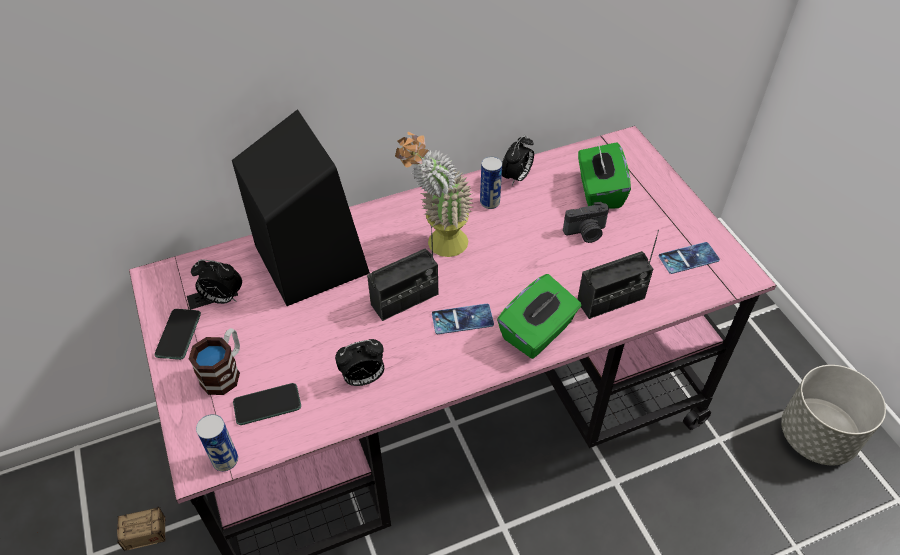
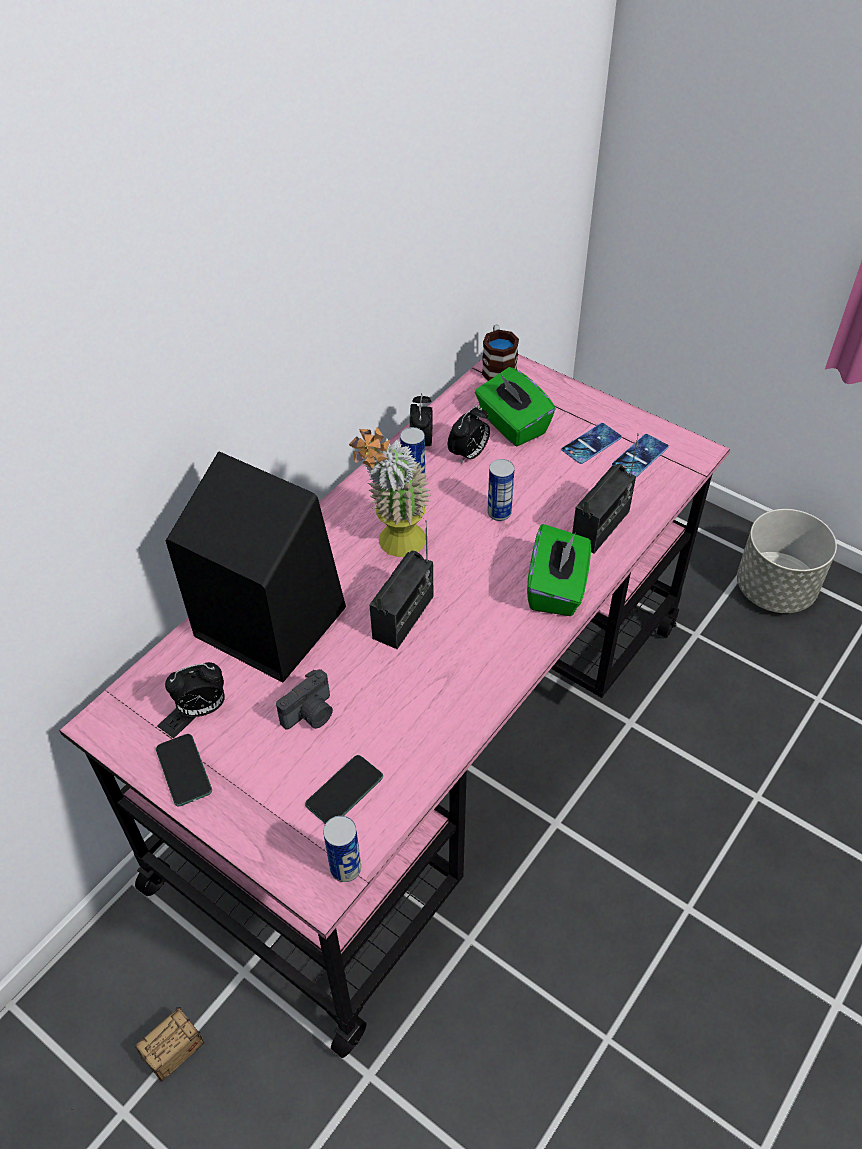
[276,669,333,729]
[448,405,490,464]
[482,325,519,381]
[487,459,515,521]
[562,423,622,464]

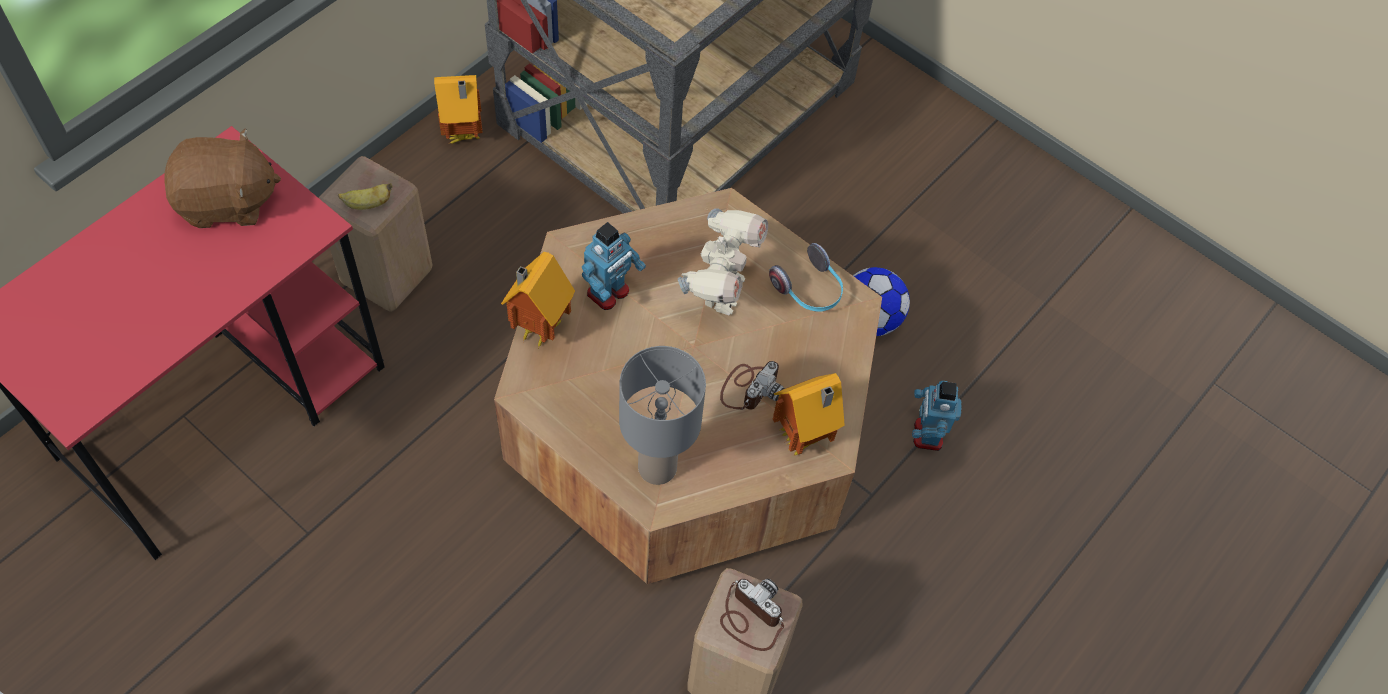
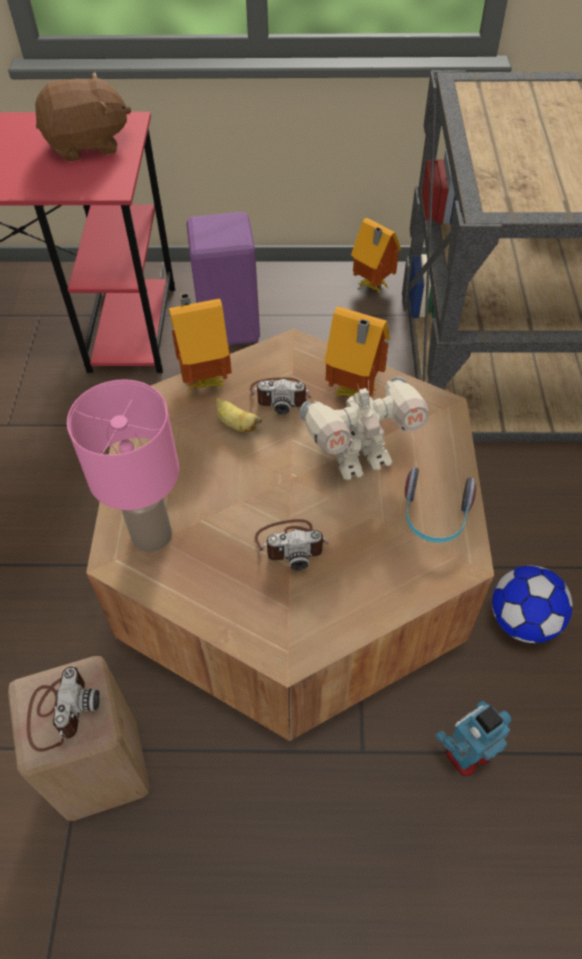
[35,72,131,161]
[67,380,179,552]
[186,212,260,345]
[216,397,262,432]
[250,377,311,415]
[324,306,390,396]

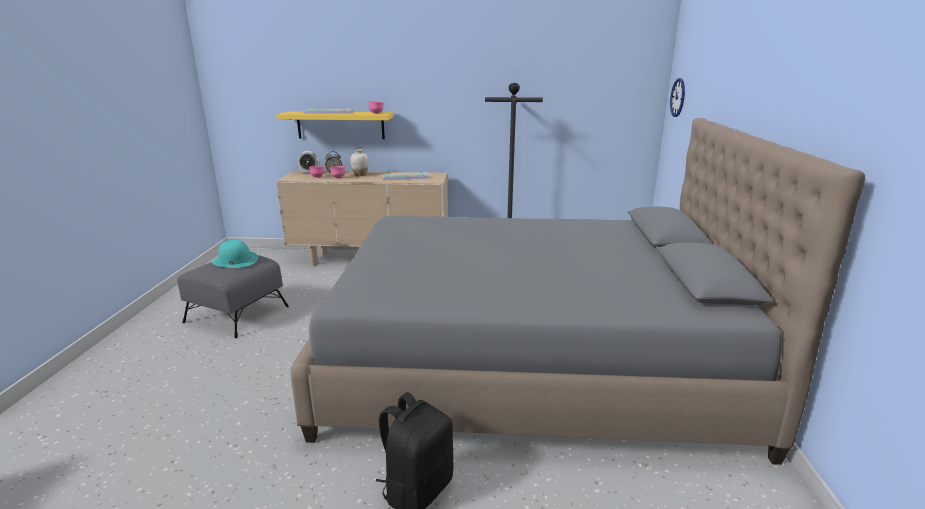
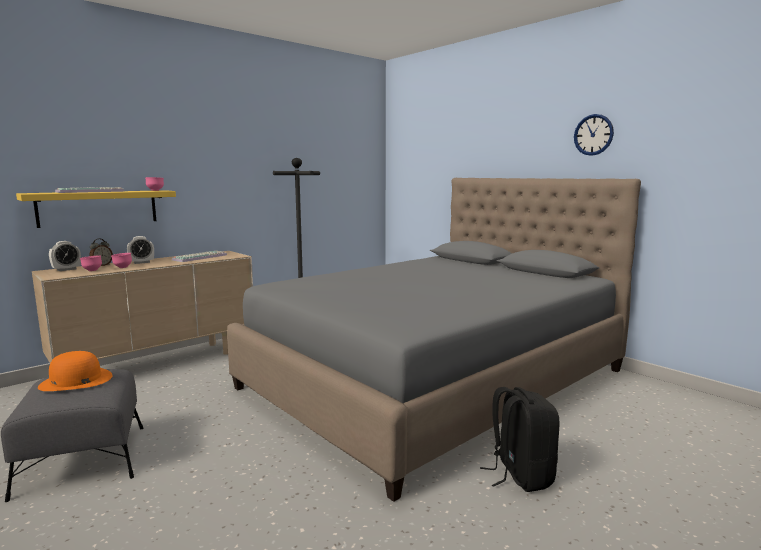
[38,351,113,391]
[127,236,154,264]
[574,114,614,156]

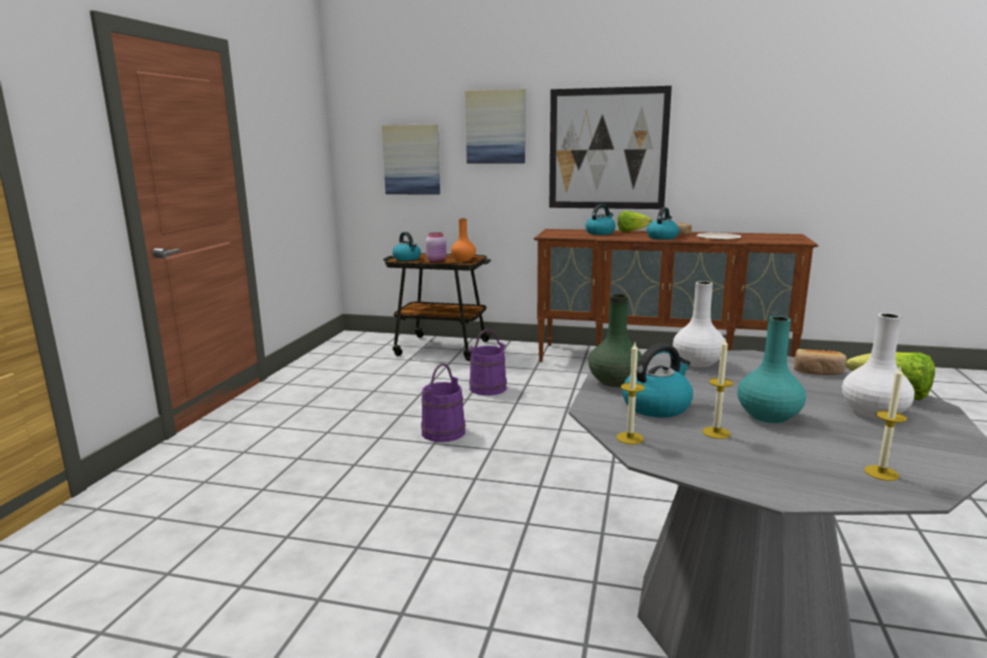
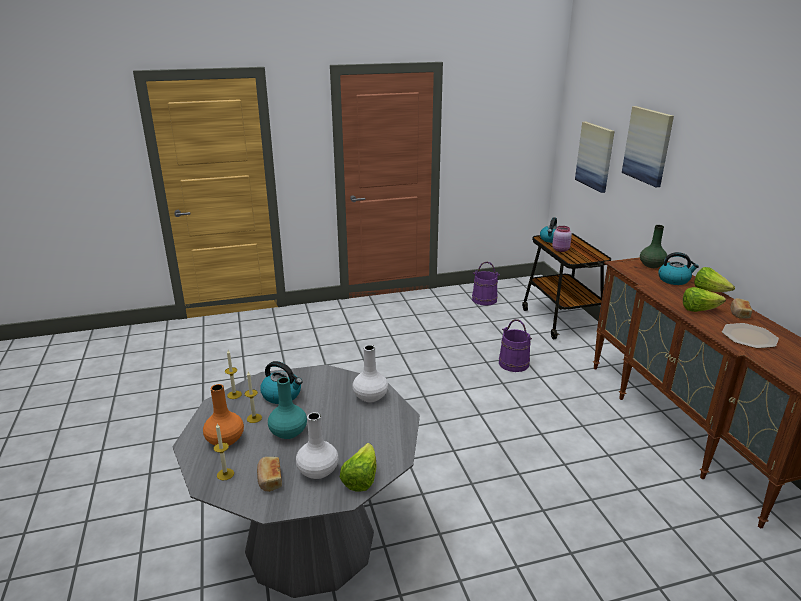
[203,384,244,446]
[257,457,282,492]
[472,262,500,306]
[640,225,667,268]
[683,287,726,312]
[549,86,672,209] (first image)

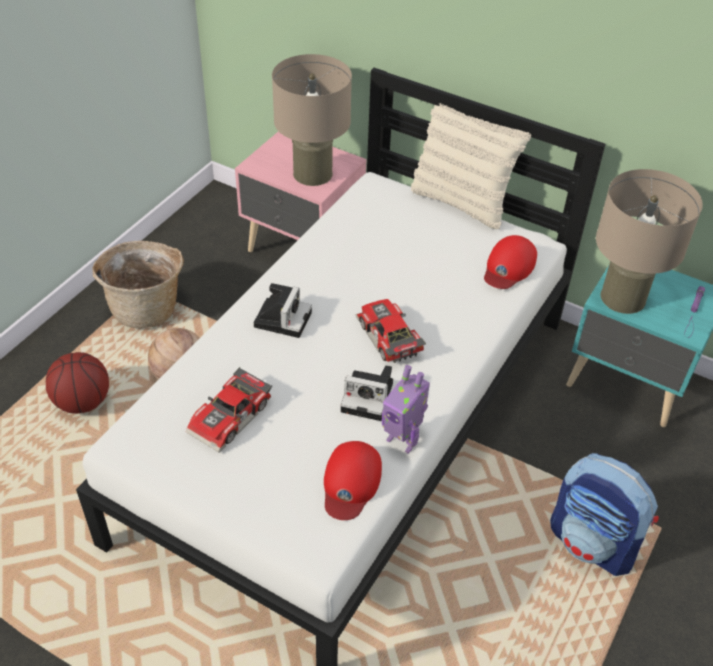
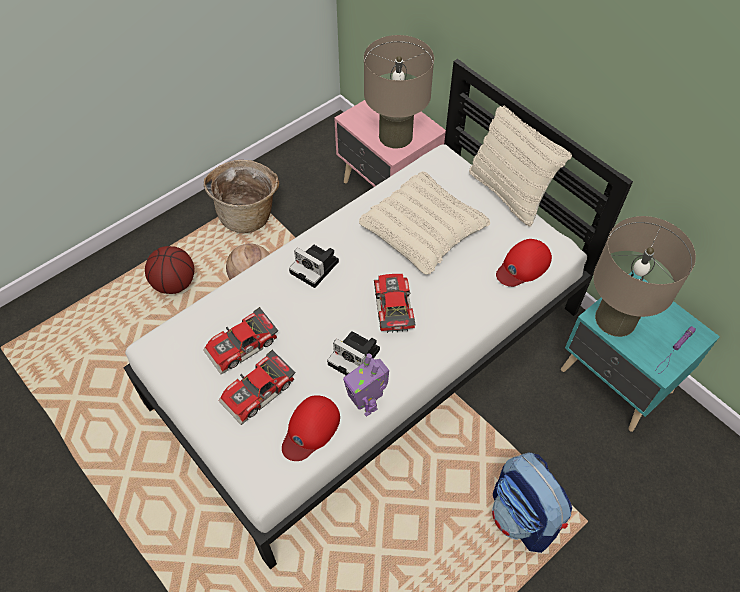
[218,349,295,425]
[289,245,339,288]
[359,171,490,275]

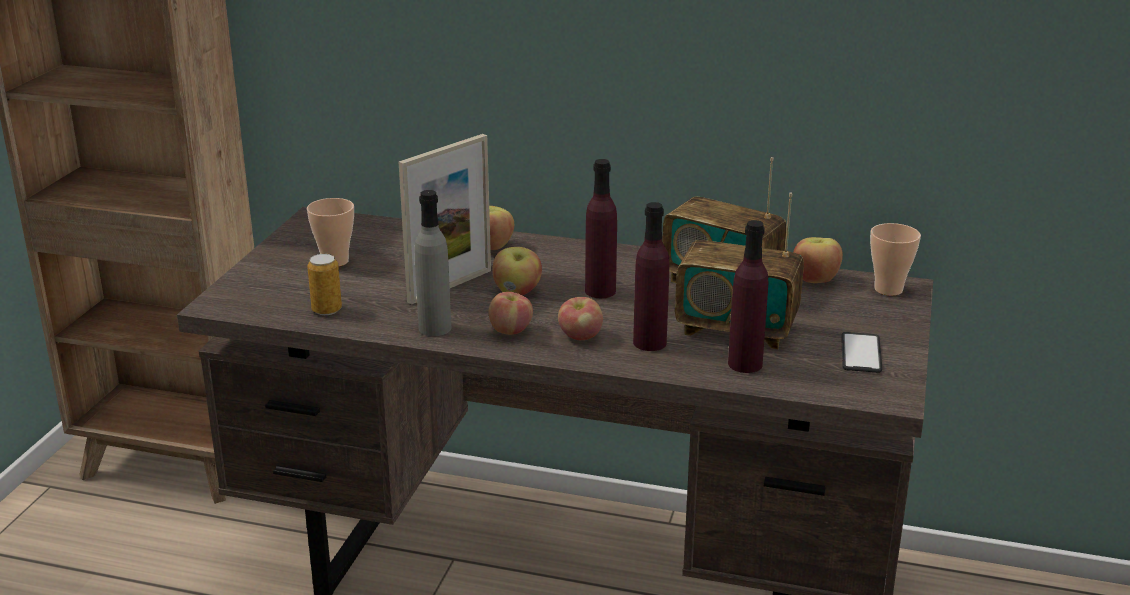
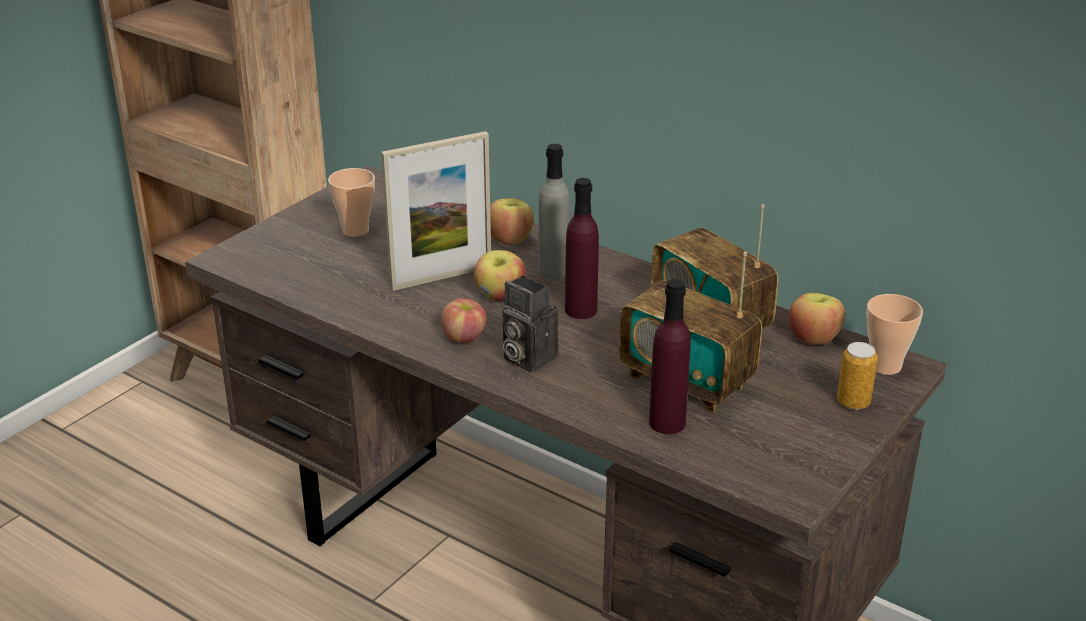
[502,276,559,373]
[538,144,570,280]
[837,342,878,410]
[633,202,669,351] (first image)
[841,332,882,373] (first image)

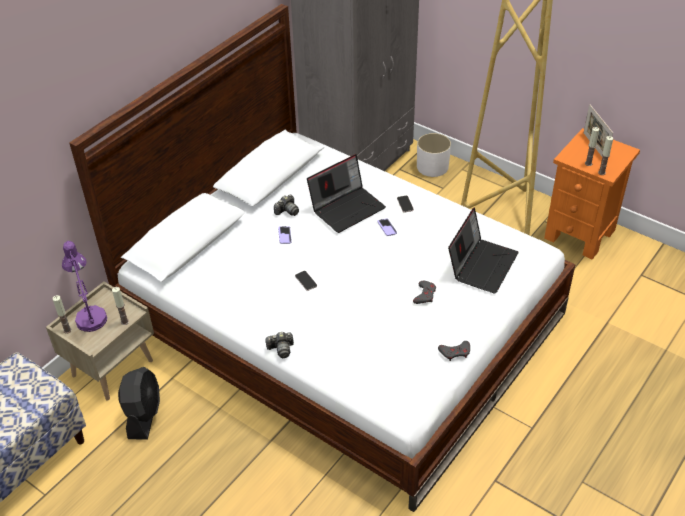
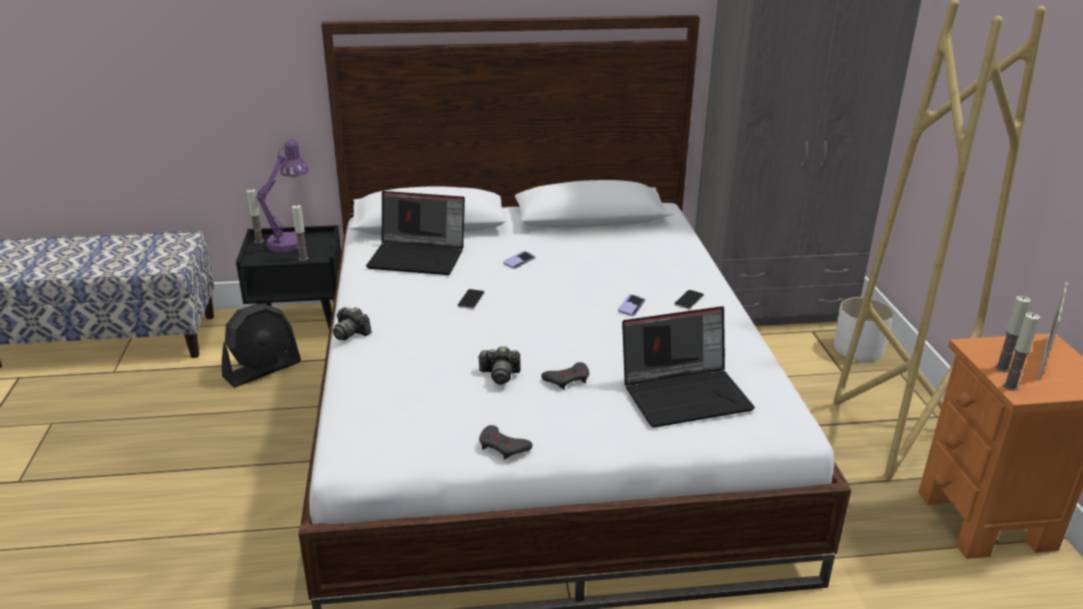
[236,225,341,330]
[366,191,465,275]
[478,346,521,385]

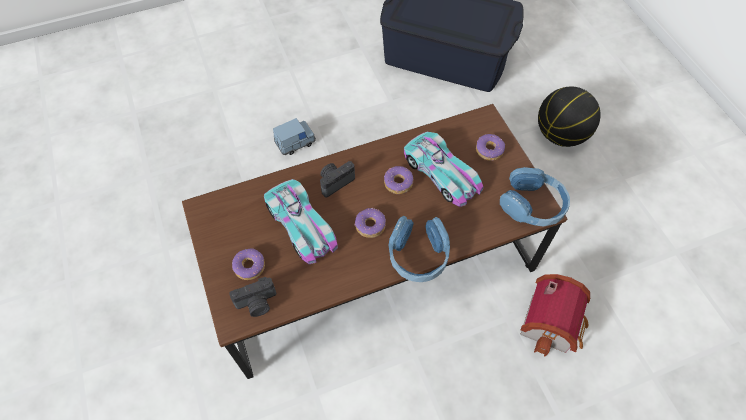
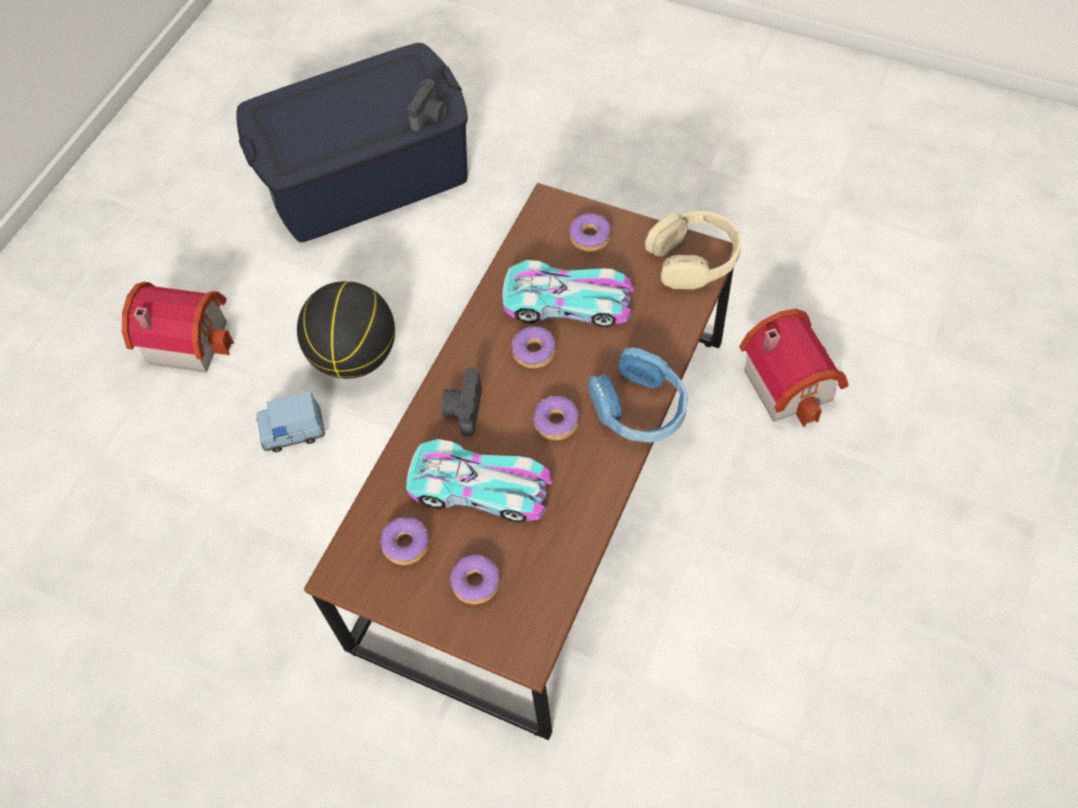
[122,282,234,373]
[256,391,325,452]
[297,281,395,379]
[380,517,429,565]
[407,79,447,132]
[645,211,741,289]

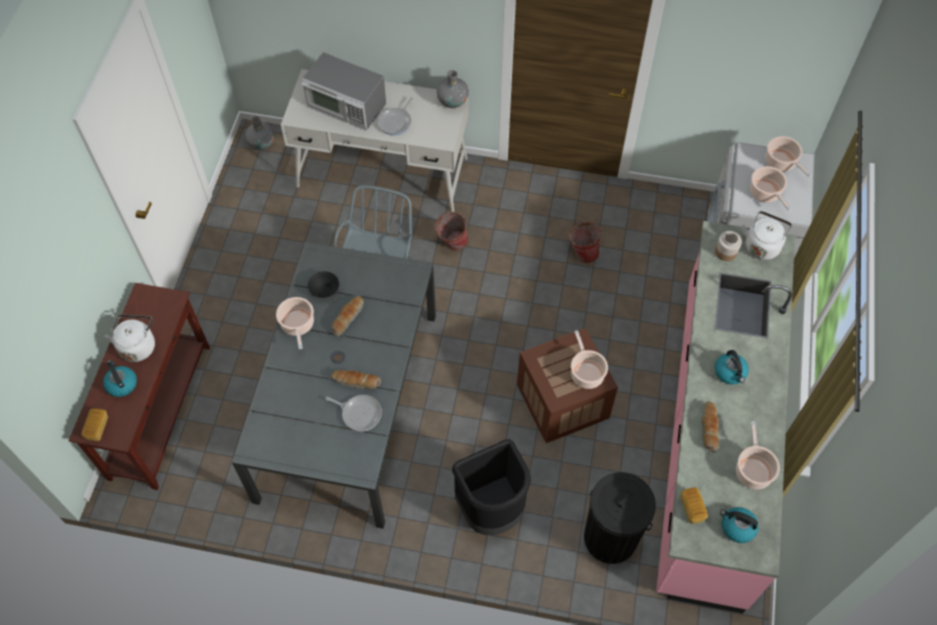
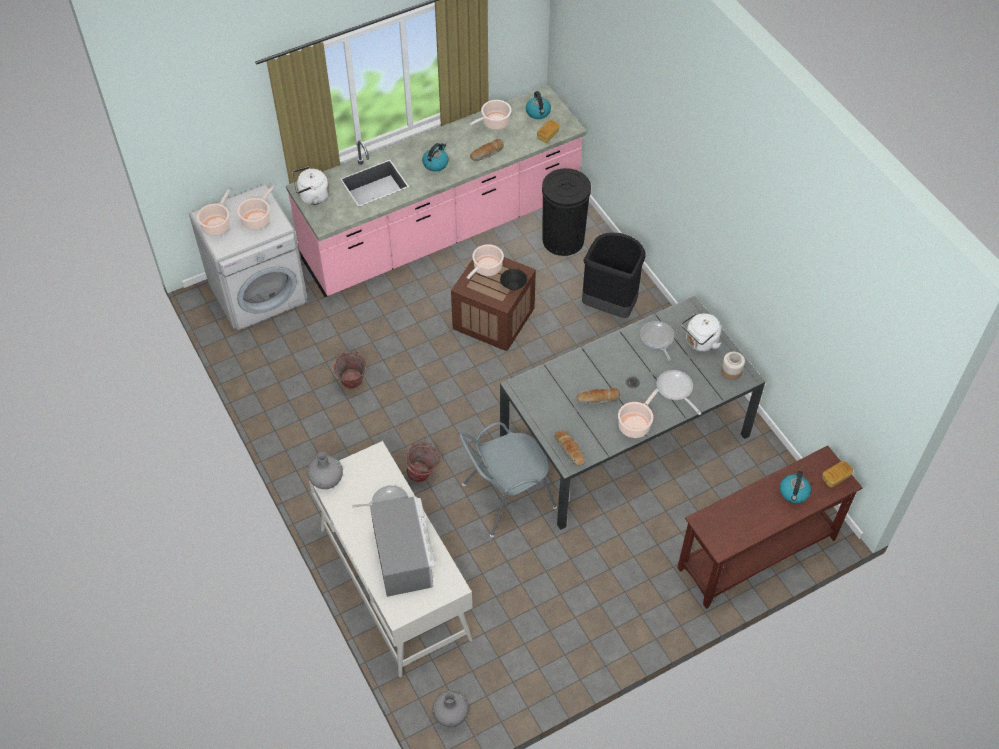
[500,269,527,290]
[554,430,585,467]
[656,370,702,415]
[681,313,722,352]
[721,352,745,380]

